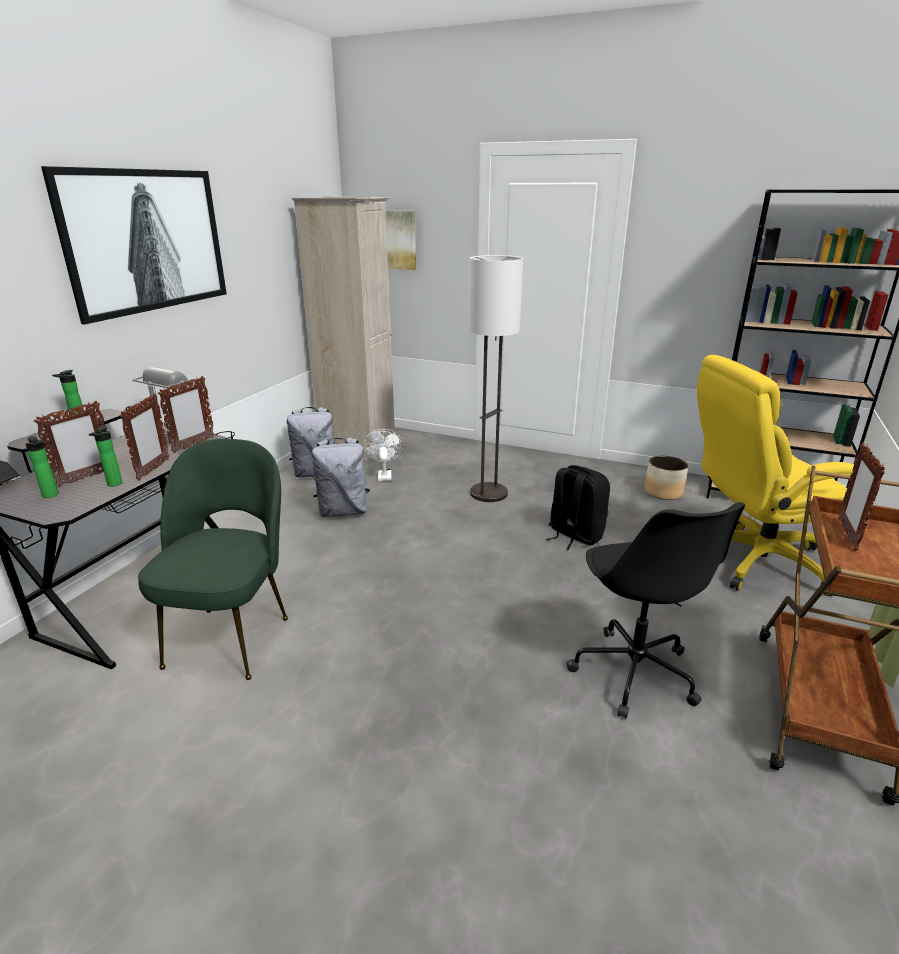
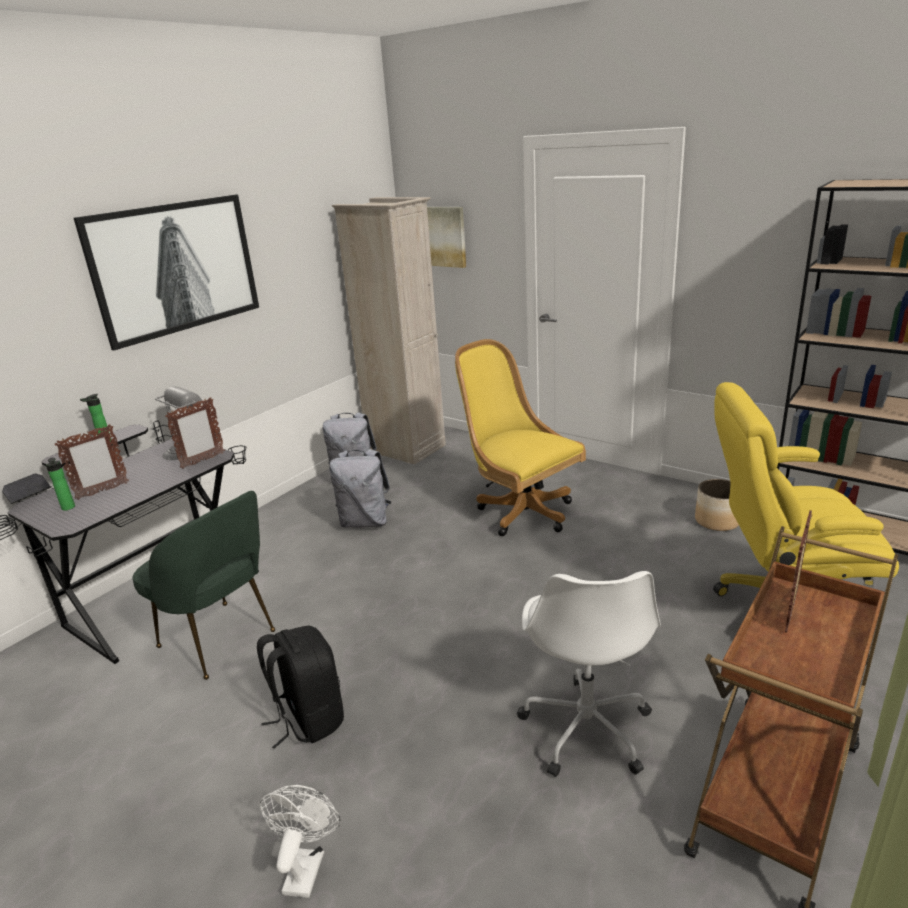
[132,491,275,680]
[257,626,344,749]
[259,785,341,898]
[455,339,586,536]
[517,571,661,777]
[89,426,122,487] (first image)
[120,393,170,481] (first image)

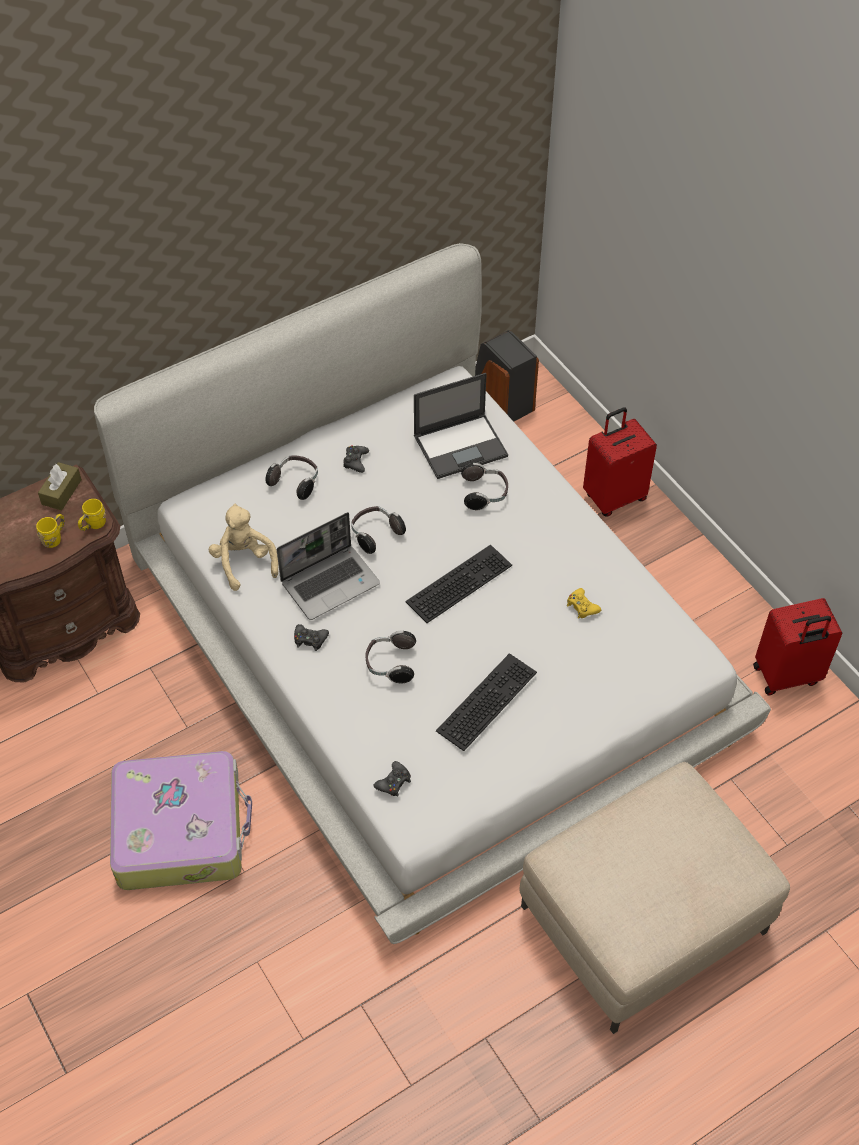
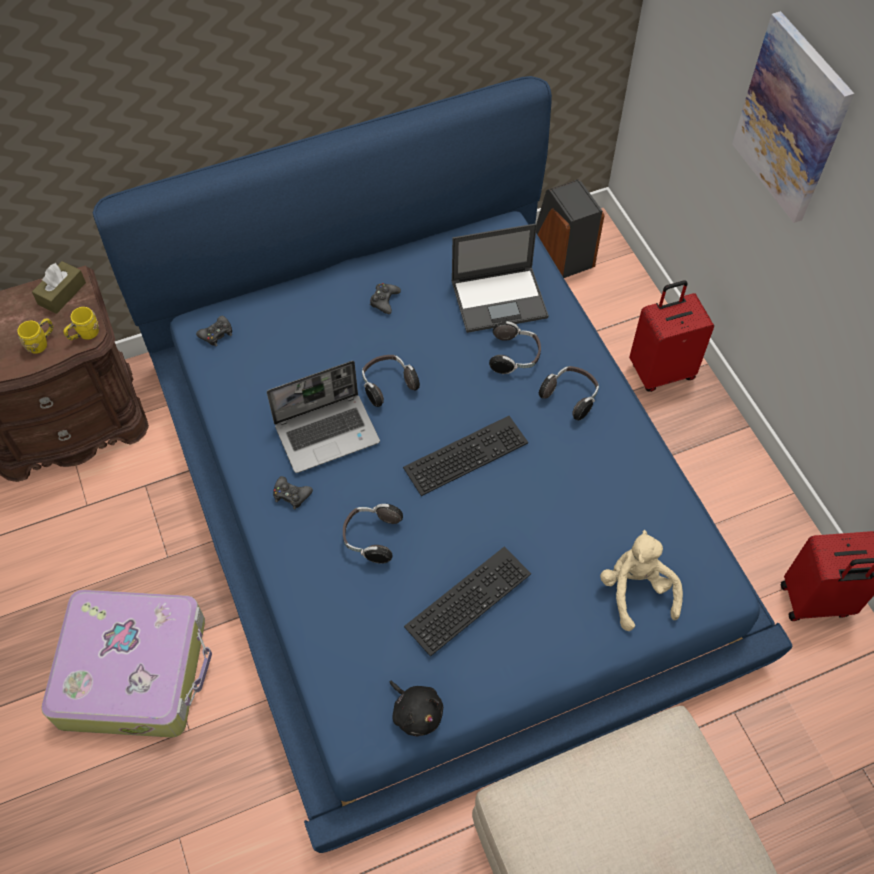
[93,76,793,853]
[196,315,232,346]
[389,681,443,736]
[539,366,599,420]
[600,530,683,631]
[732,11,854,223]
[567,588,601,618] (first image)

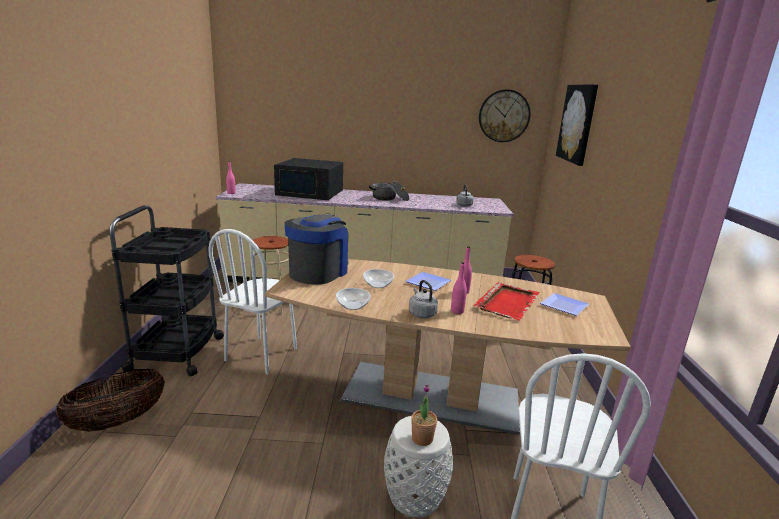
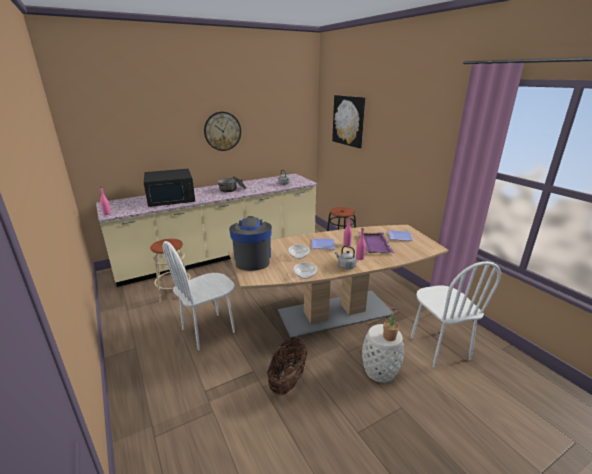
[163,241,235,351]
[204,112,241,151]
[267,337,307,395]
[358,232,395,253]
[110,205,224,377] (first image)

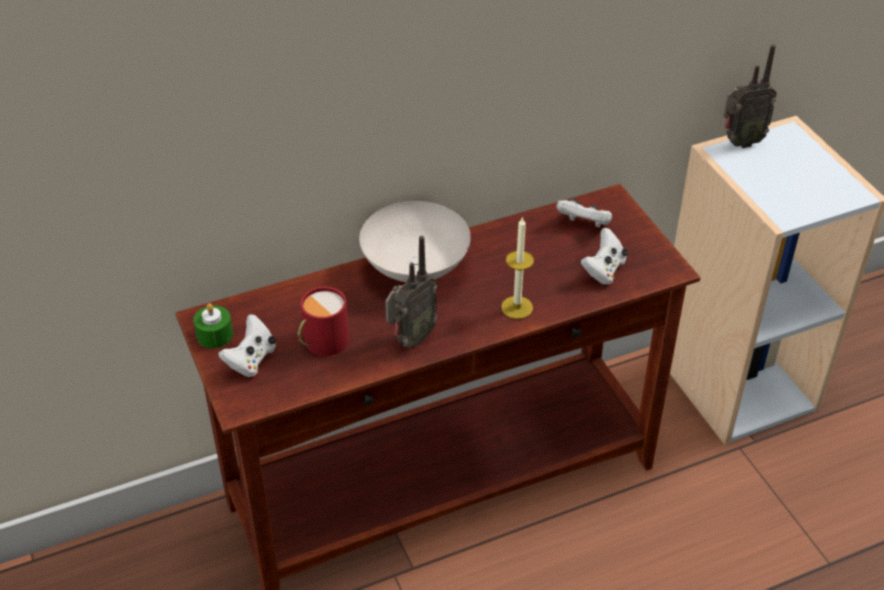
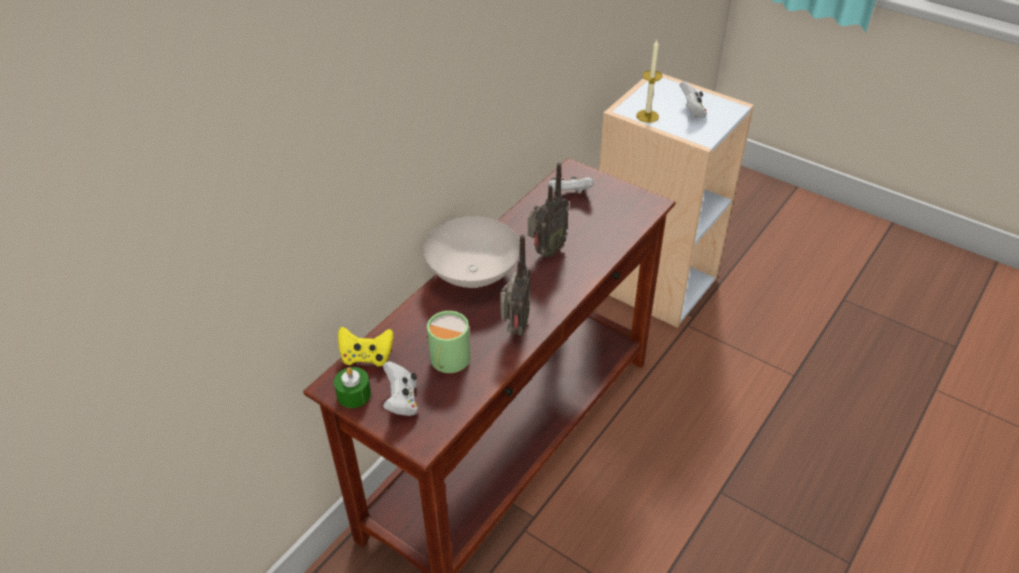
[338,327,393,367]
[426,311,470,373]
[528,163,569,257]
[636,40,663,123]
[679,81,707,118]

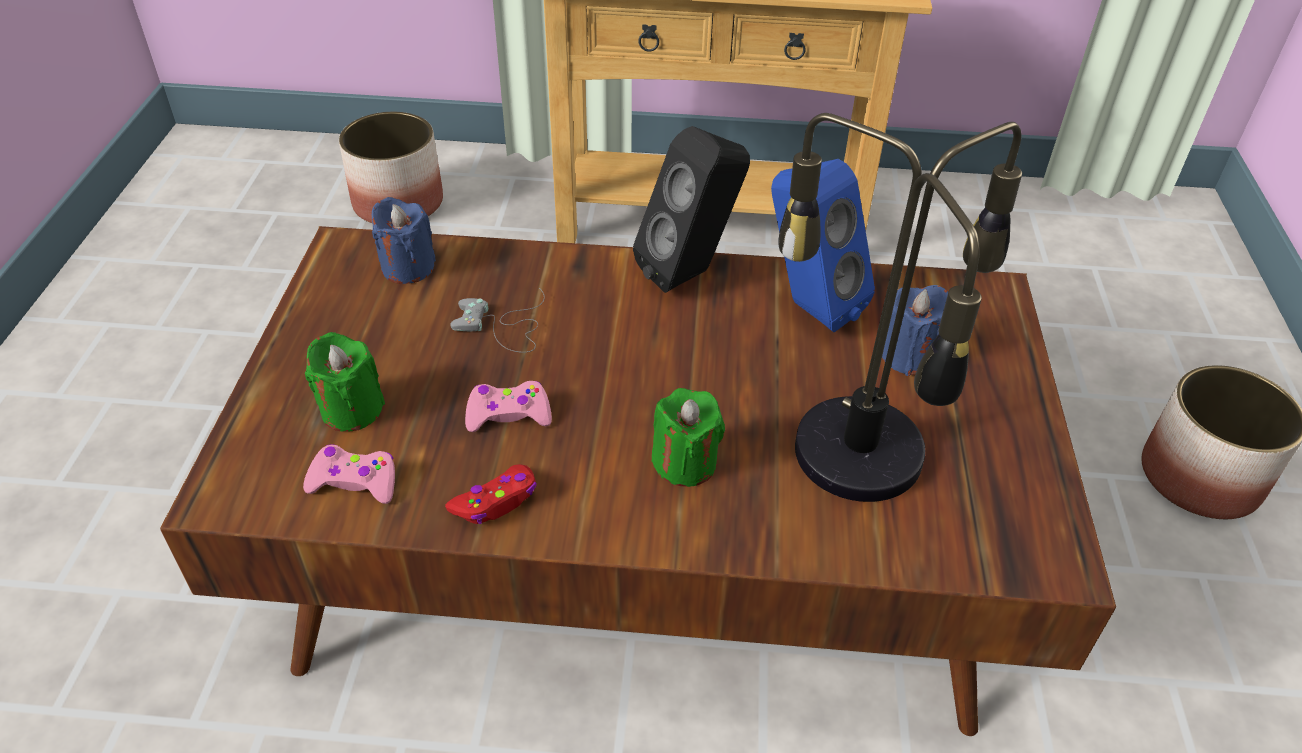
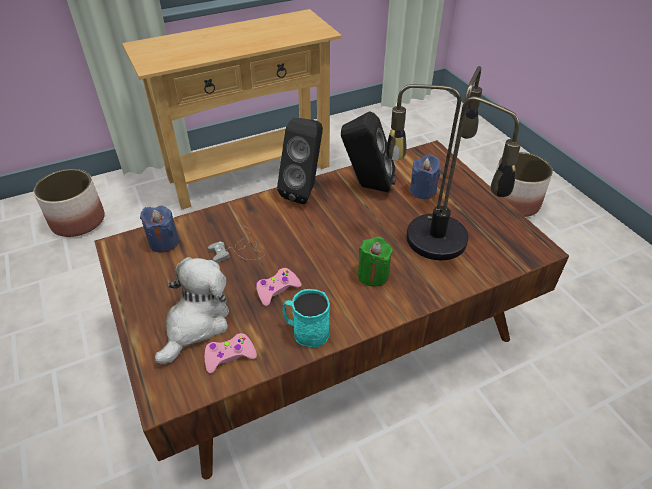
[155,257,229,364]
[282,289,330,348]
[341,111,396,193]

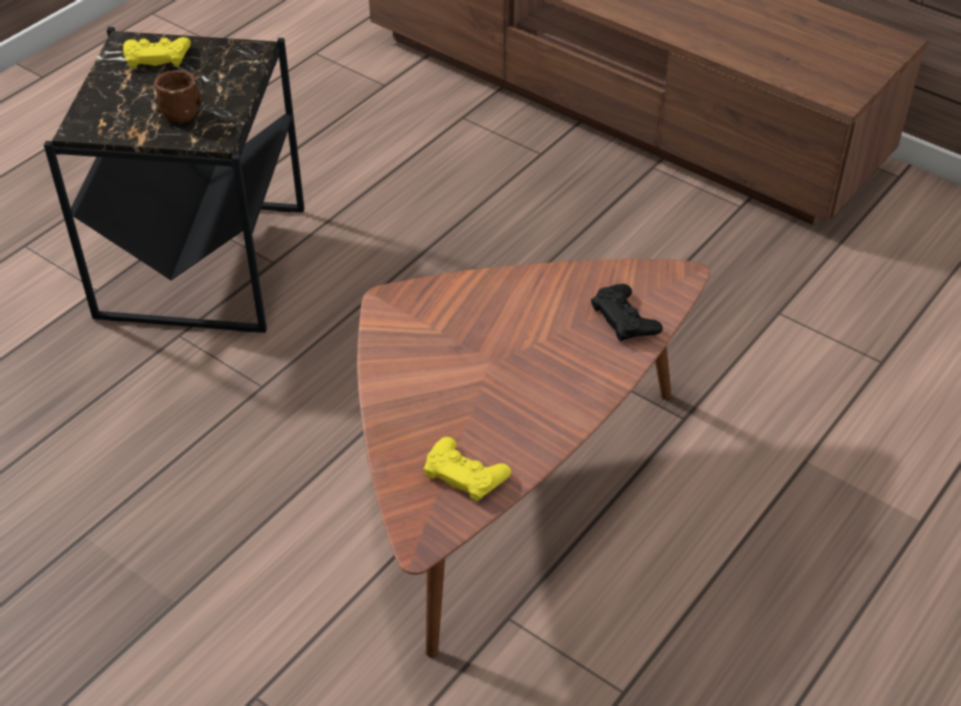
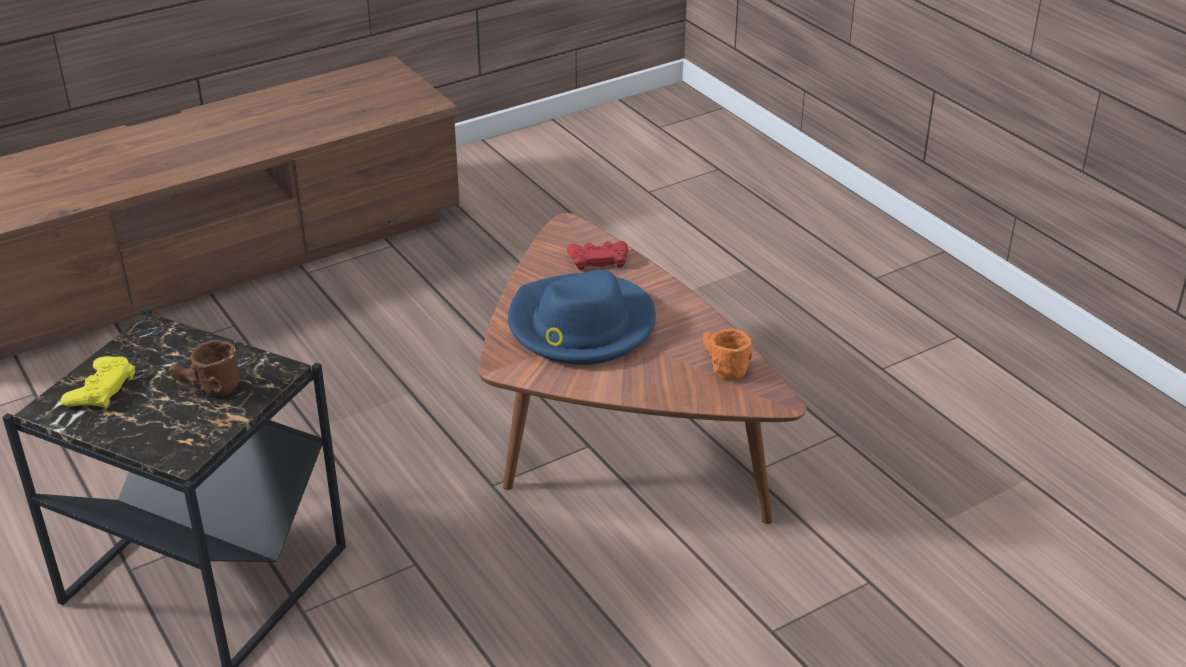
[508,270,656,365]
[567,241,628,270]
[703,329,752,380]

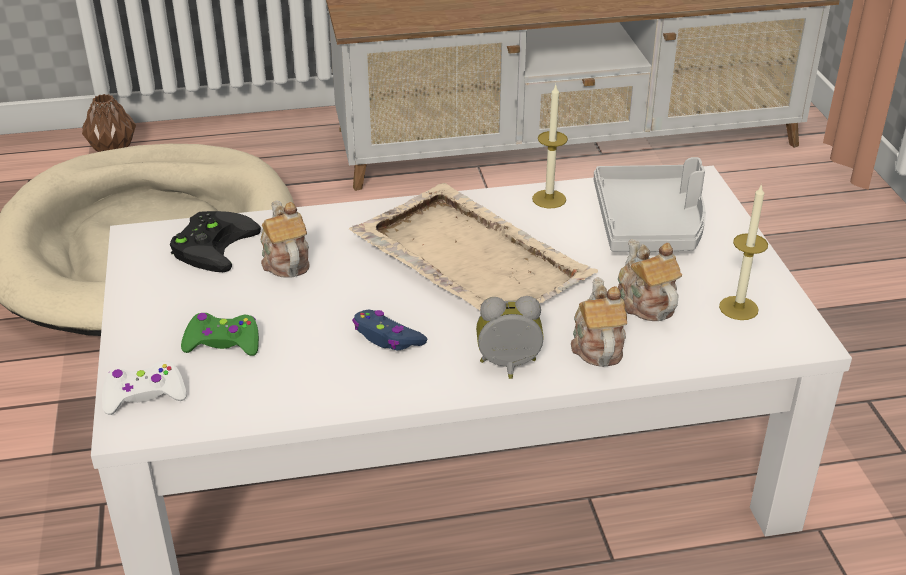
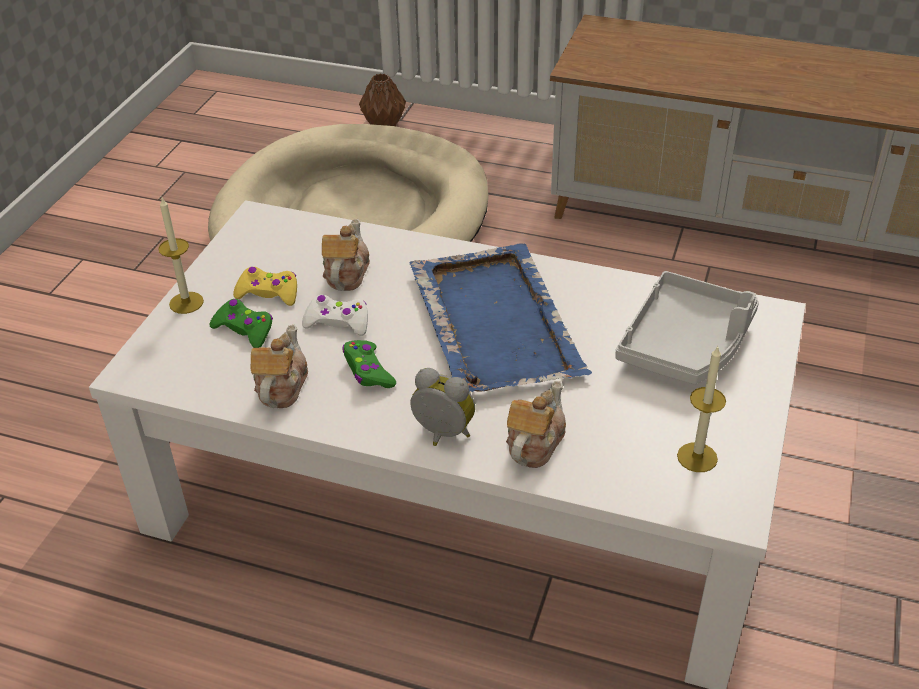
[158,198,204,314]
[233,267,297,306]
[250,325,308,408]
[302,295,368,336]
[342,340,396,388]
[409,243,592,393]
[170,211,261,272] (first image)

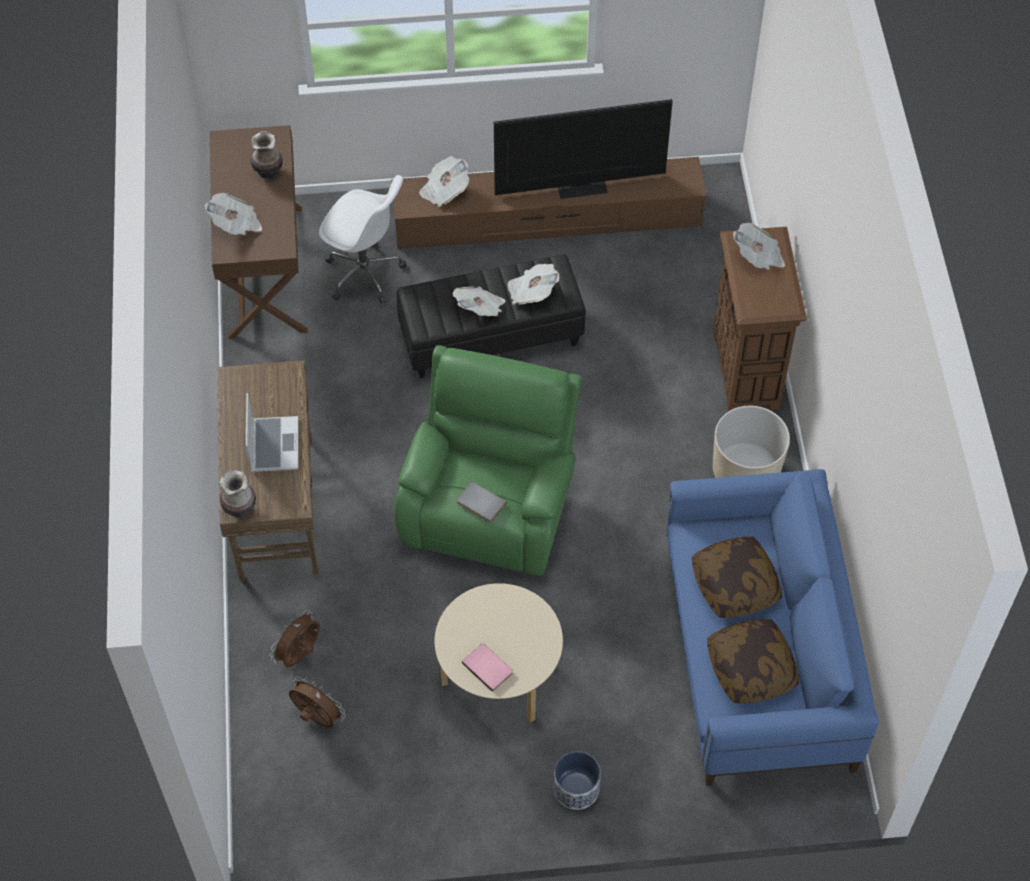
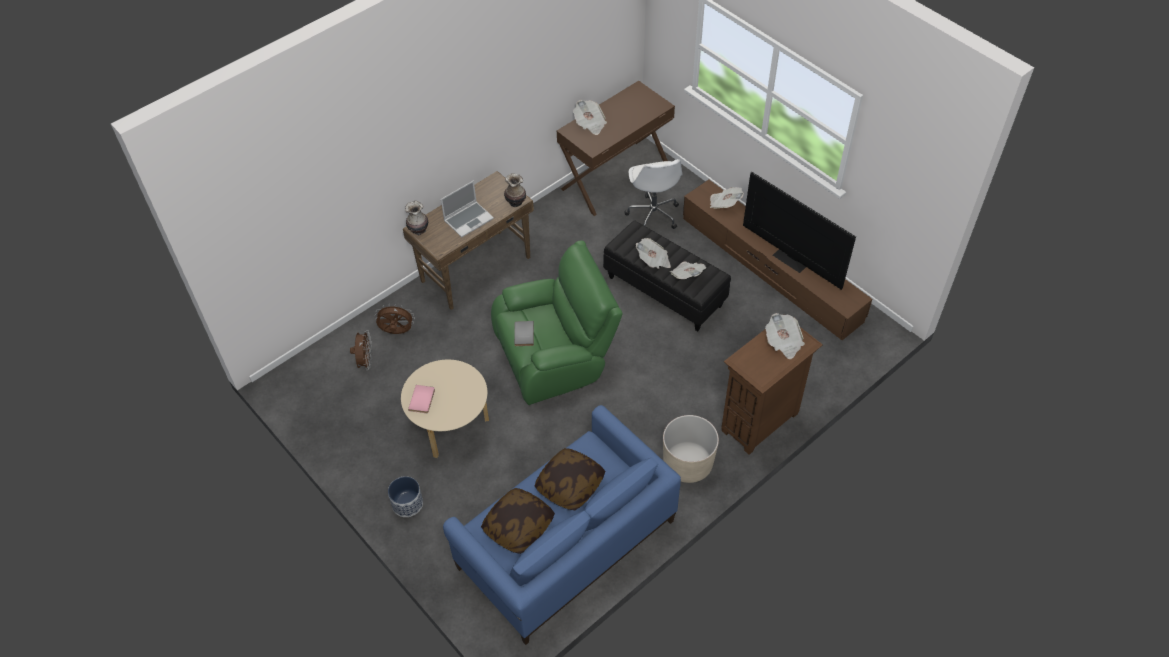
[504,173,526,207]

